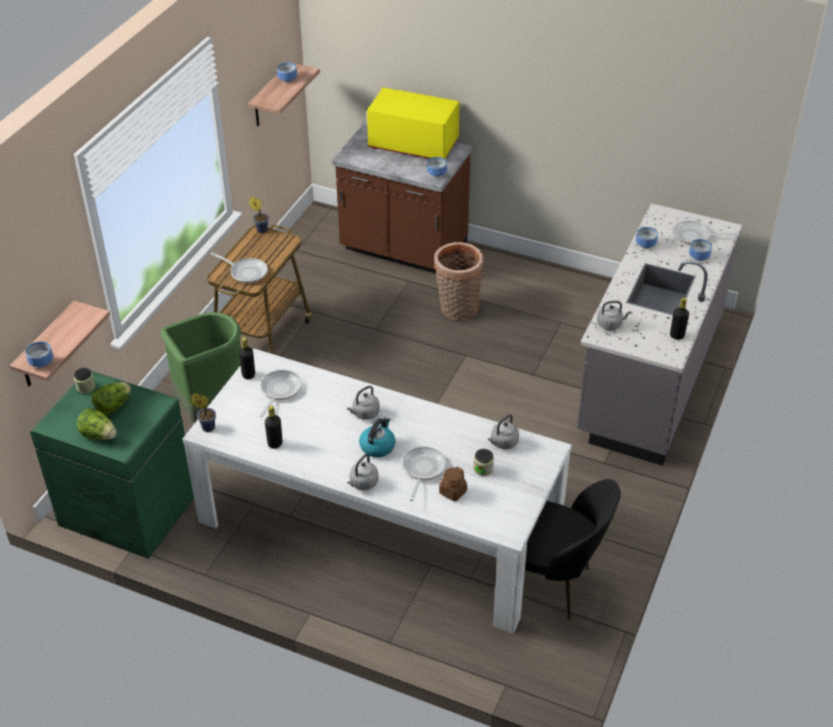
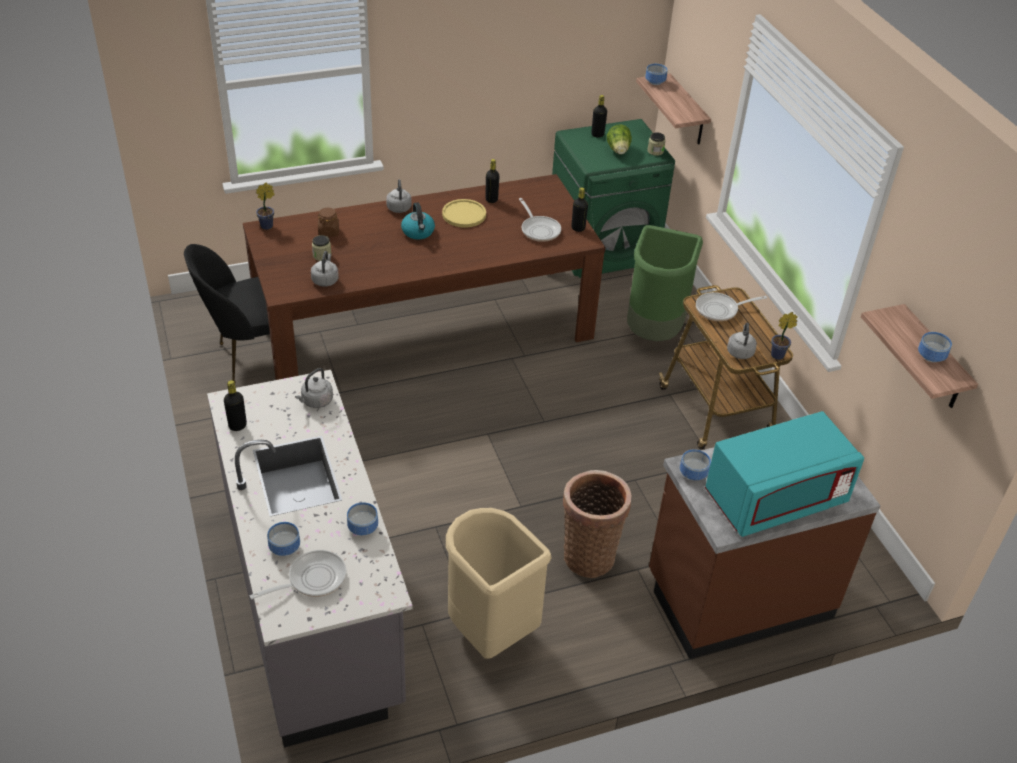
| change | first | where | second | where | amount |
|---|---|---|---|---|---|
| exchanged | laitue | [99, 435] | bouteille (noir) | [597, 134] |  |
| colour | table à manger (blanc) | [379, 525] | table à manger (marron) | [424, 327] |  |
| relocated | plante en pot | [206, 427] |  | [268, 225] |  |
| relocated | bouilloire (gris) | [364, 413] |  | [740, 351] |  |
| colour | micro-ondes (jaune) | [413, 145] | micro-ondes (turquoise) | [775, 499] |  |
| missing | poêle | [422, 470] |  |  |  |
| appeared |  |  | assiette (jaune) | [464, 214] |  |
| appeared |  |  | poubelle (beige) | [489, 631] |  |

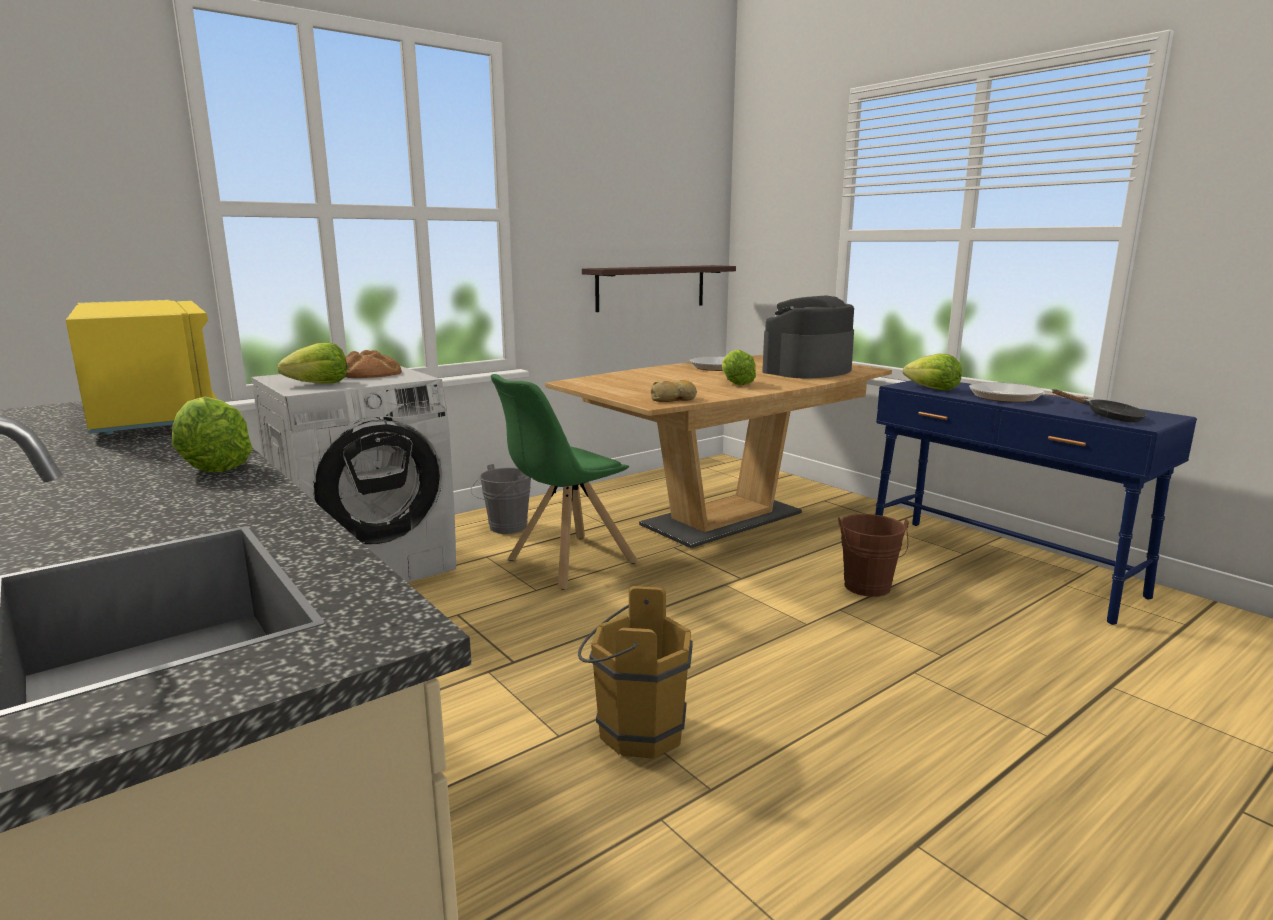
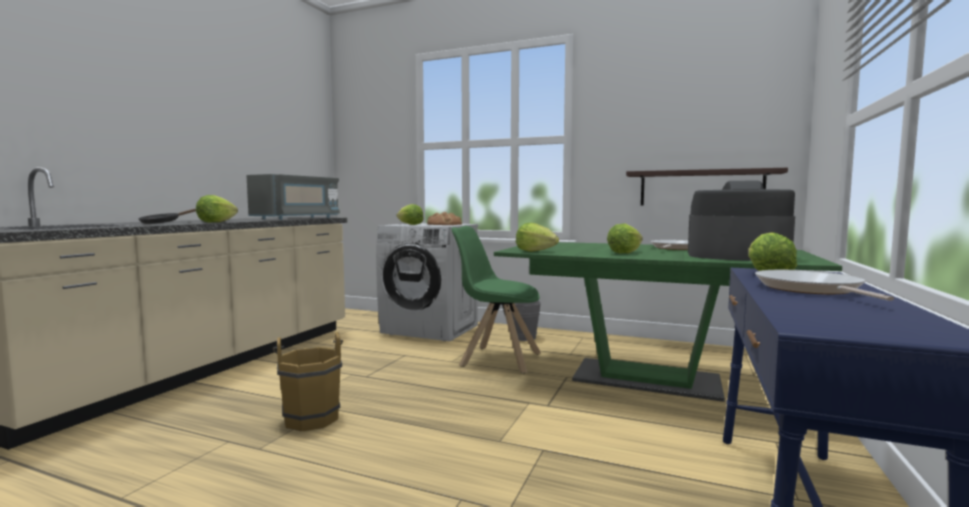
| change | first | where | second | where | amount |
|---|---|---|---|---|---|
| colour | micro-ondes (jaune) | [153, 414] | micro-ondes (gris) | [298, 218] |  |
| colour | table à manger (marron) | [722, 519] | table à manger (vert) | [646, 379] |  |
| exchanged | pain | [674, 399] | laitue | [535, 251] |  |
| missing | seau (marron) | [868, 589] |  |  |  |
| relocated | poêle (noir) | [1108, 417] |  | [163, 223] |  |

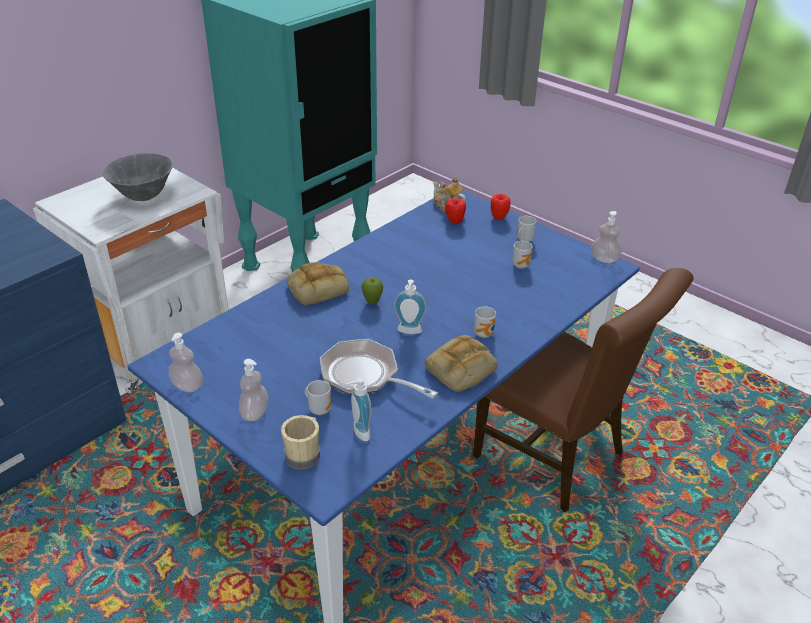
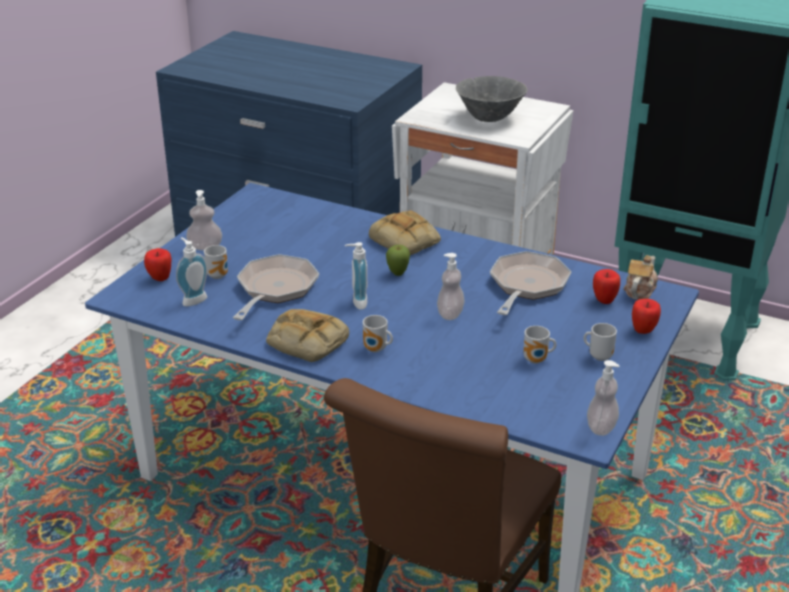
| change | first | where | second | where | amount |
|---|---|---|---|---|---|
| relocated | distributeur de savon | [187, 386] |  | [450, 314] |  |
| exchanged | mug (beige) | [304, 453] | pomme | [160, 279] |  |
| appeared |  |  | poêle | [527, 286] |  |

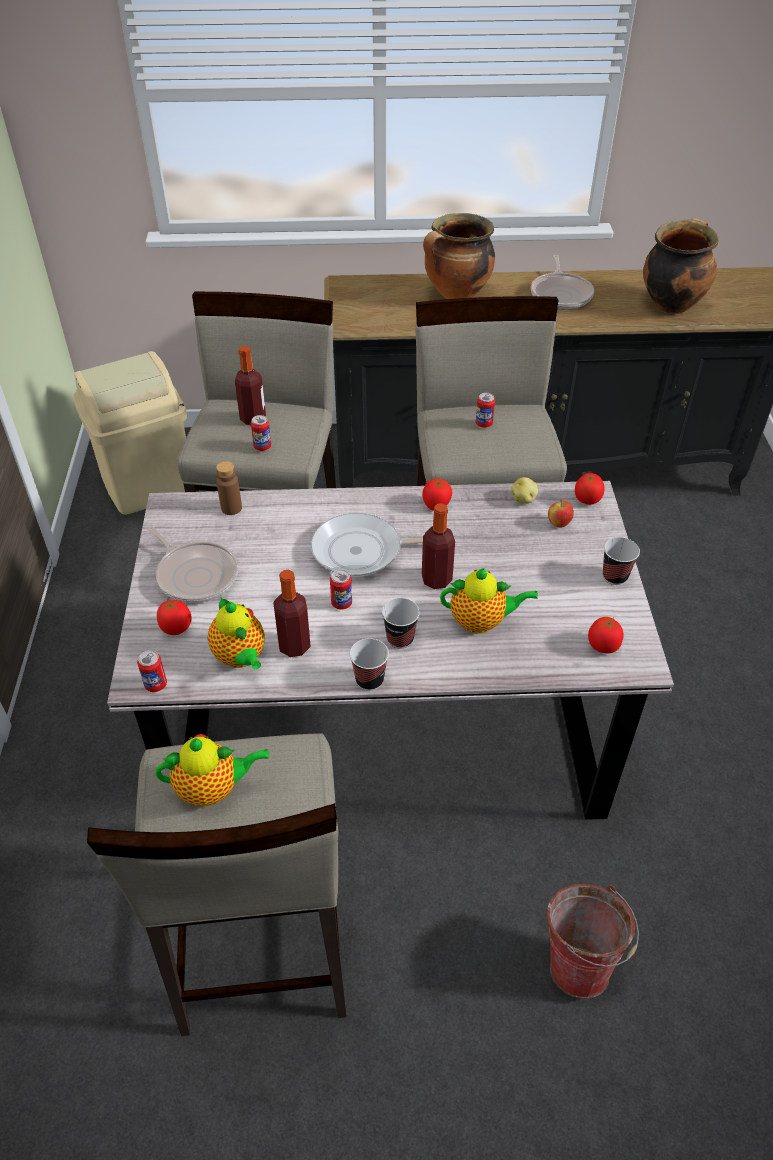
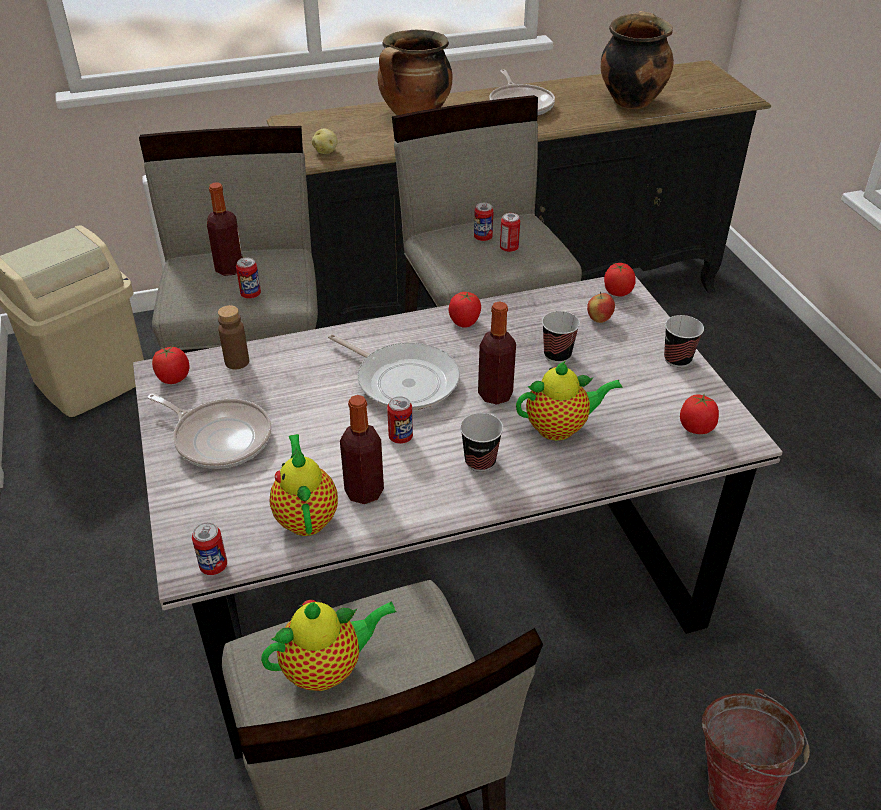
| change | first | where | second | where | amount |
|---|---|---|---|---|---|
| relocated | tomate | [176, 628] |  | [174, 378] |  |
| spun | théière | [240, 658] |  | [306, 516] | 150 degrees counterclockwise |
| spun | poêle | [362, 551] |  | [403, 380] | 120 degrees counterclockwise |
| relocated | tasse | [369, 680] |  | [557, 355] |  |
| relocated | pomme de terre | [523, 499] |  | [326, 151] |  |
| appeared |  |  | boîte métallique | [509, 248] |  |

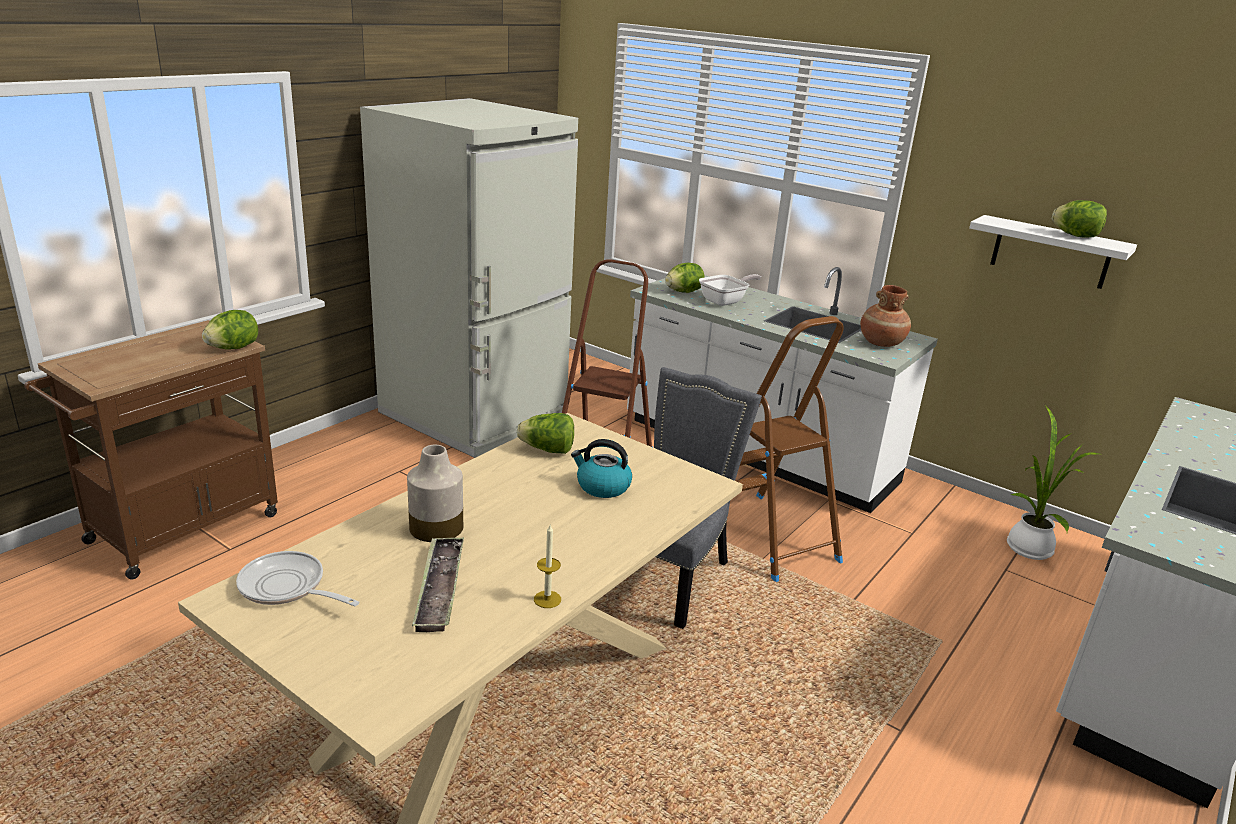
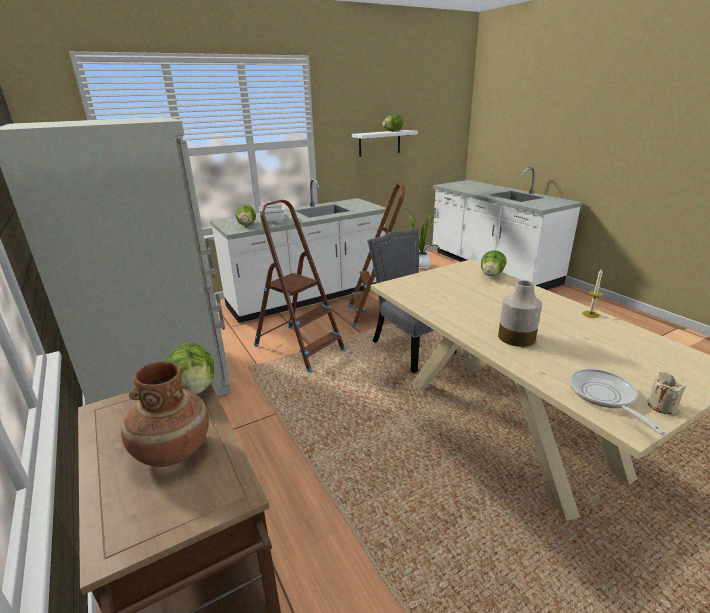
| change | first | where | second | where | amount |
|---|---|---|---|---|---|
| spun | poêle | [287, 587] |  | [604, 397] | 120 degrees clockwise |
| missing | plateau | [439, 588] |  |  |  |
| relocated | laitue | [547, 450] |  | [491, 275] |  |
| missing | bouilloire | [602, 486] |  |  |  |
| relocated | vase (marron) | [881, 342] |  | [172, 450] |  |
| appeared |  |  | bougie (beige) | [661, 406] |  |

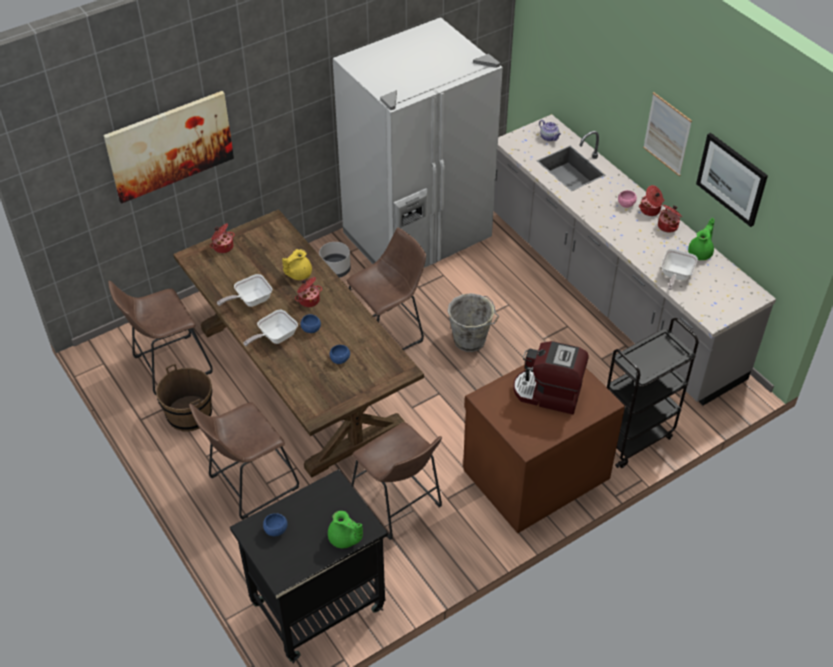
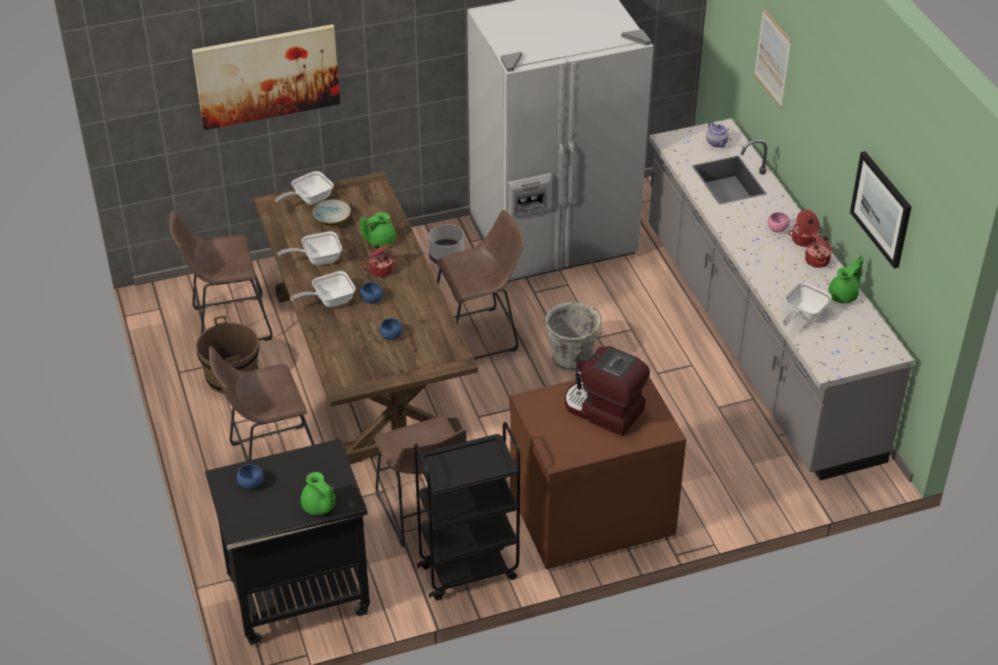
| change | first | where | second | where | amount |
|---|---|---|---|---|---|
| exchanged | marmite | [223, 246] | poêle | [309, 199] |  |
| colour | théière (jaune) | [298, 274] | théière (vert) | [379, 241] |  |
| relocated | chariot (noir) | [634, 442] |  | [468, 574] |  |
| relocated | tableau | [667, 134] |  | [773, 58] |  |
| appeared |  |  | bol | [332, 220] |  |

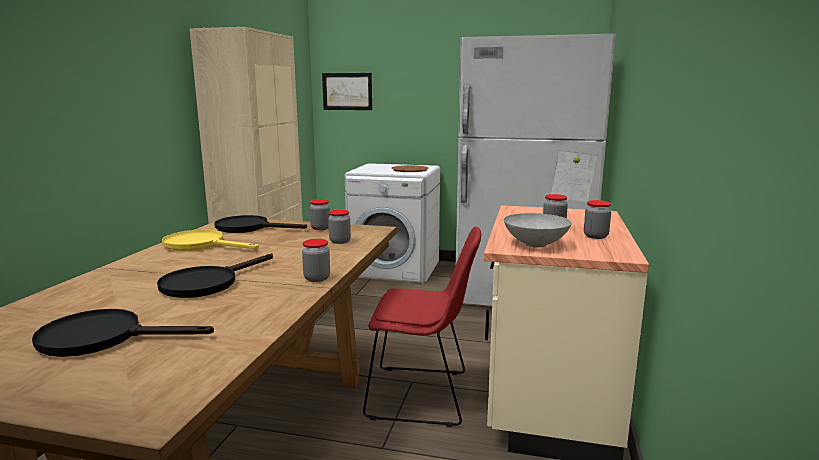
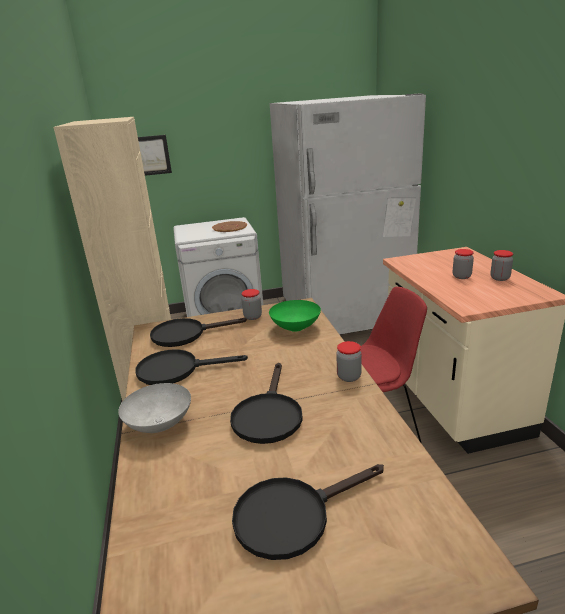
| change | first | where | second | where | amount |
|---|---|---|---|---|---|
| colour | poêle (jaune) | [201, 245] | poêle (noir) | [177, 370] |  |
| exchanged | bocal | [340, 241] | bol (vert) | [296, 328] |  |
| relocated | bol (gris) | [536, 245] |  | [160, 425] |  |

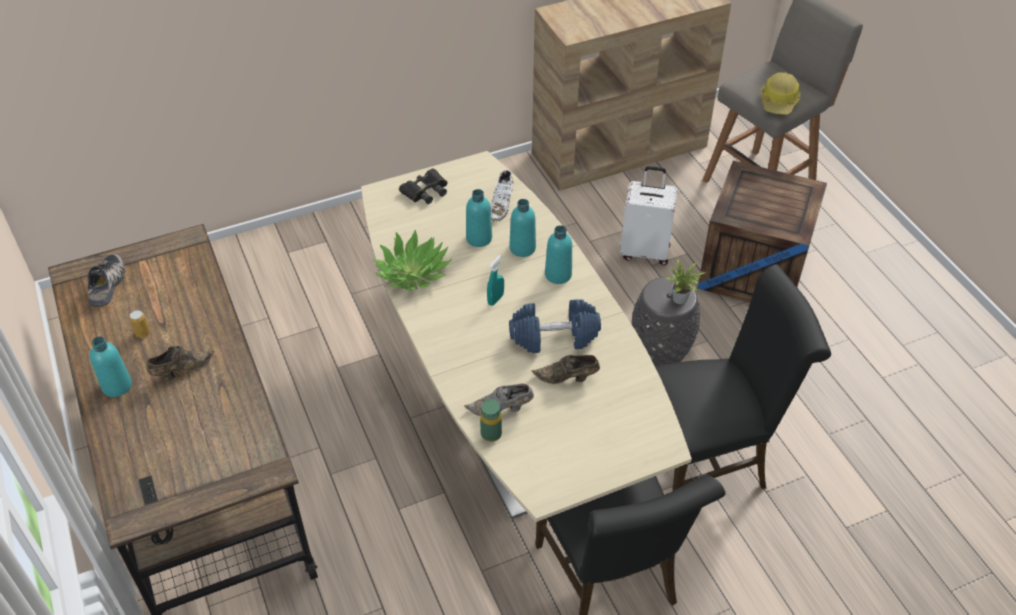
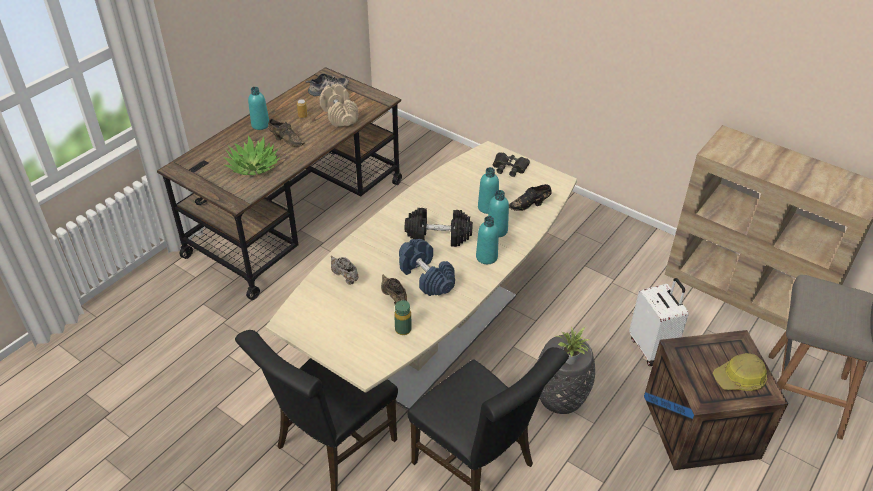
| change | first | where | second | where | amount |
|---|---|---|---|---|---|
| relocated | plante en pot | [413, 272] |  | [253, 166] |  |
| relocated | bouteille (vert) | [491, 434] |  | [403, 329] |  |
| exchanged | vaporisateur (turquoise) | [495, 299] | haltère (noir) | [438, 236] |  |
| colour | chaussure (blanc) | [502, 205] | chaussure (noir) | [530, 205] |  |
| relocated | casque de chantier | [779, 102] |  | [739, 379] |  |
| appeared |  |  | haltère (beige) | [339, 115] |  |

